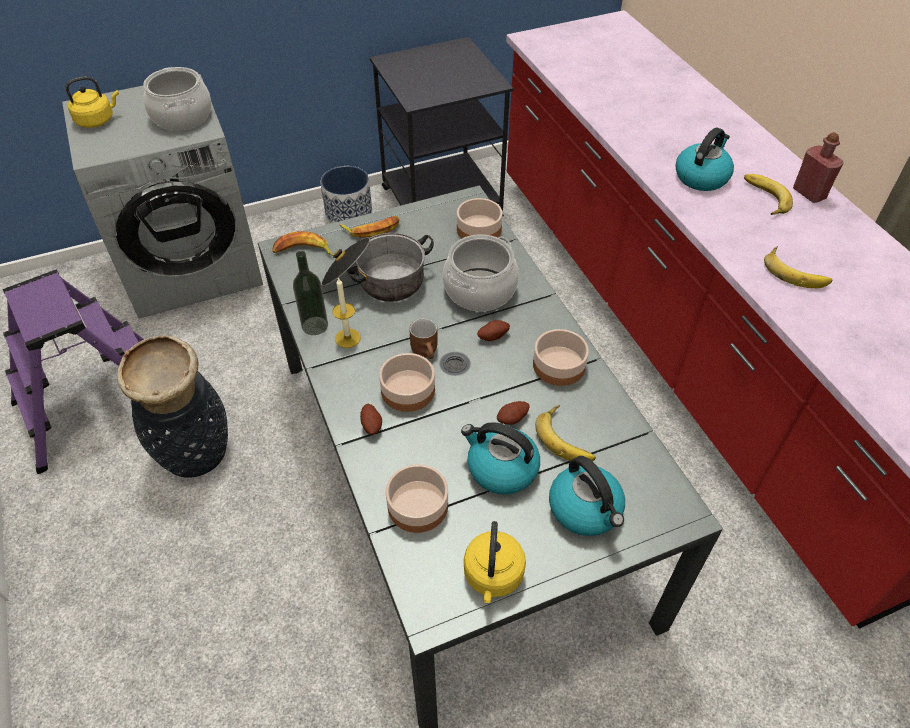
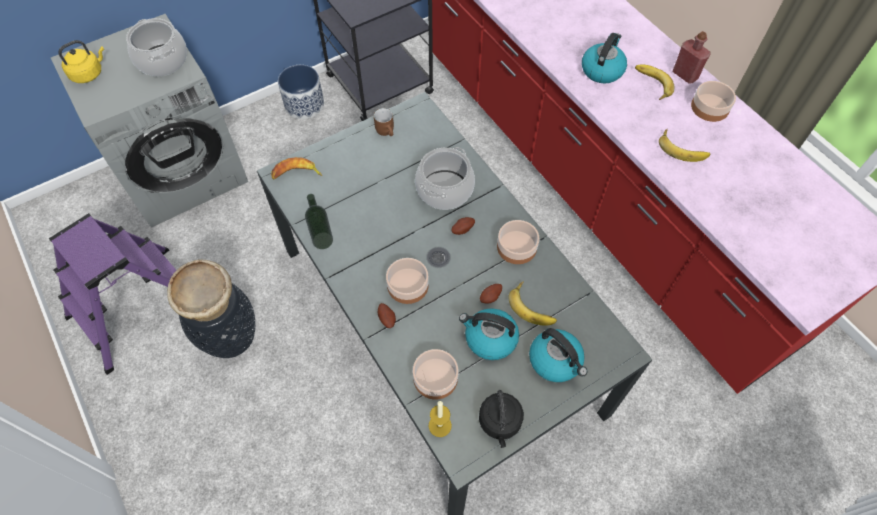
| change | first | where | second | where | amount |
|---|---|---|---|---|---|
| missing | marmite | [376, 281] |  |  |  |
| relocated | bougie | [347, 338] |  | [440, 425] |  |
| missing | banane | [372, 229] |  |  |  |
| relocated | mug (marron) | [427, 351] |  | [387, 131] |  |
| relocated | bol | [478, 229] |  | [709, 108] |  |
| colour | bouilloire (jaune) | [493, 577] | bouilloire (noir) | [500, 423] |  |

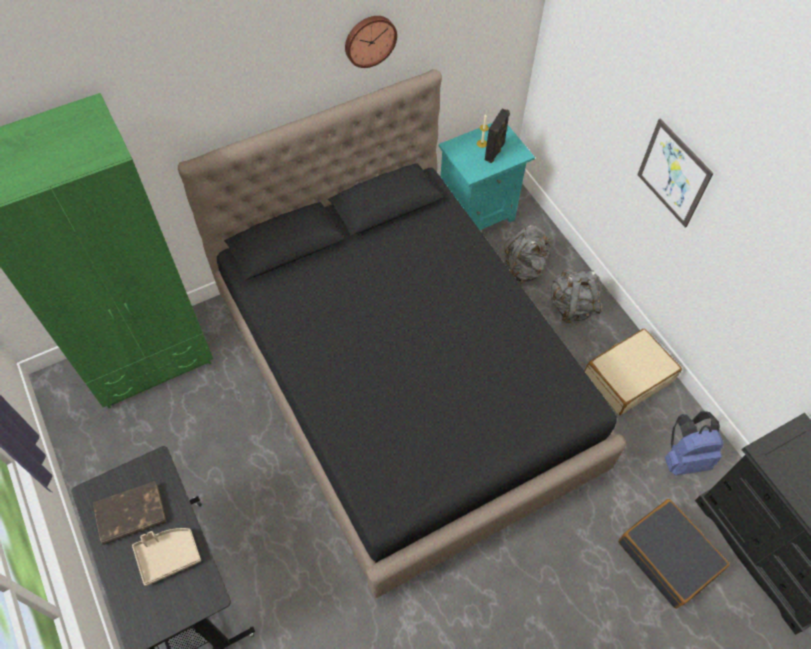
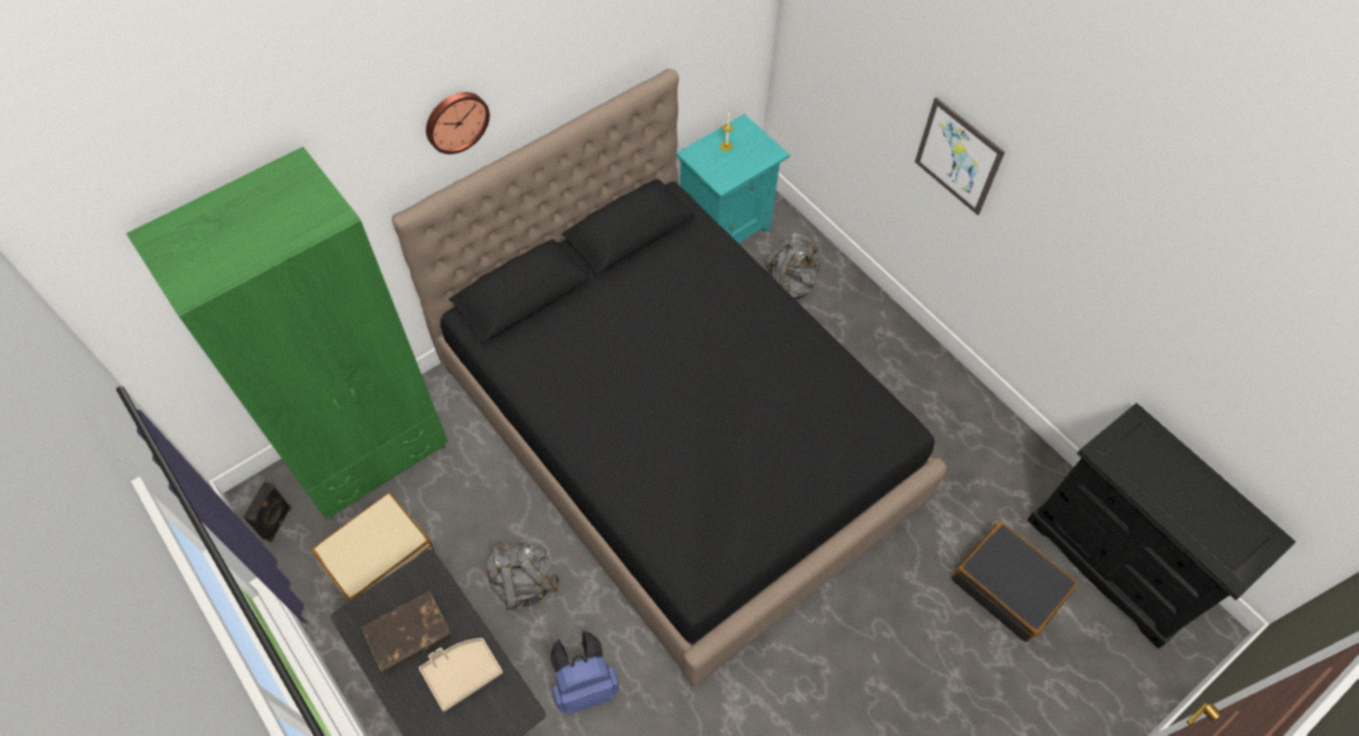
| change | first | where | second | where | amount |
|---|---|---|---|---|---|
| relocated | horloge murale | [369, 40] |  | [455, 121] |  |
| relocated | enceinte (noir) | [495, 152] |  | [278, 523] |  |
| relocated | sac à dos (gris) | [571, 307] |  | [523, 583] |  |
| relocated | valise (beige) | [628, 377] |  | [377, 556] |  |
| relocated | sac à dos (bleu) | [684, 458] |  | [585, 685] |  |

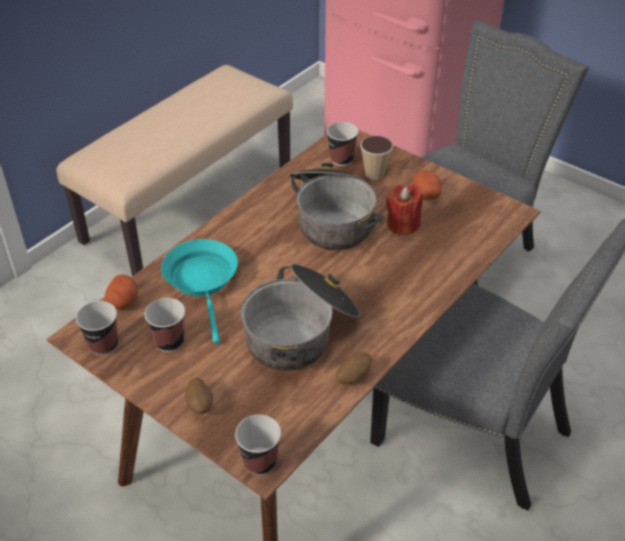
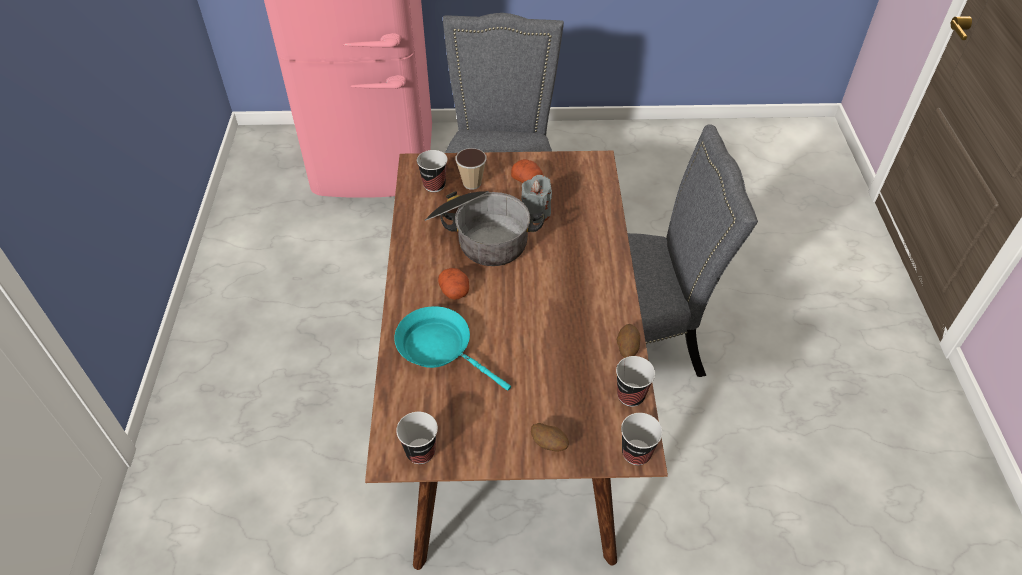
| change | first | where | second | where | amount |
|---|---|---|---|---|---|
| missing | banc (beige) | [189, 202] |  |  |  |
| relocated | pomme de terre | [123, 302] |  | [455, 291] |  |
| relocated | tasse | [169, 342] |  | [630, 395] |  |
| missing | marmite | [301, 332] |  |  |  |
| colour | bougie (rouge) | [403, 225] | bougie (gris) | [536, 213] |  |

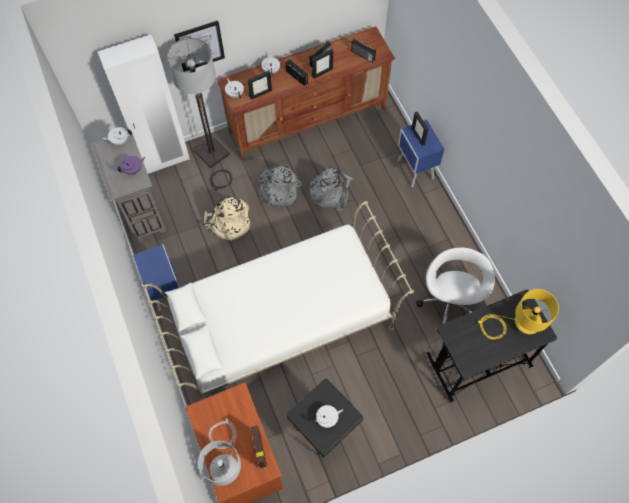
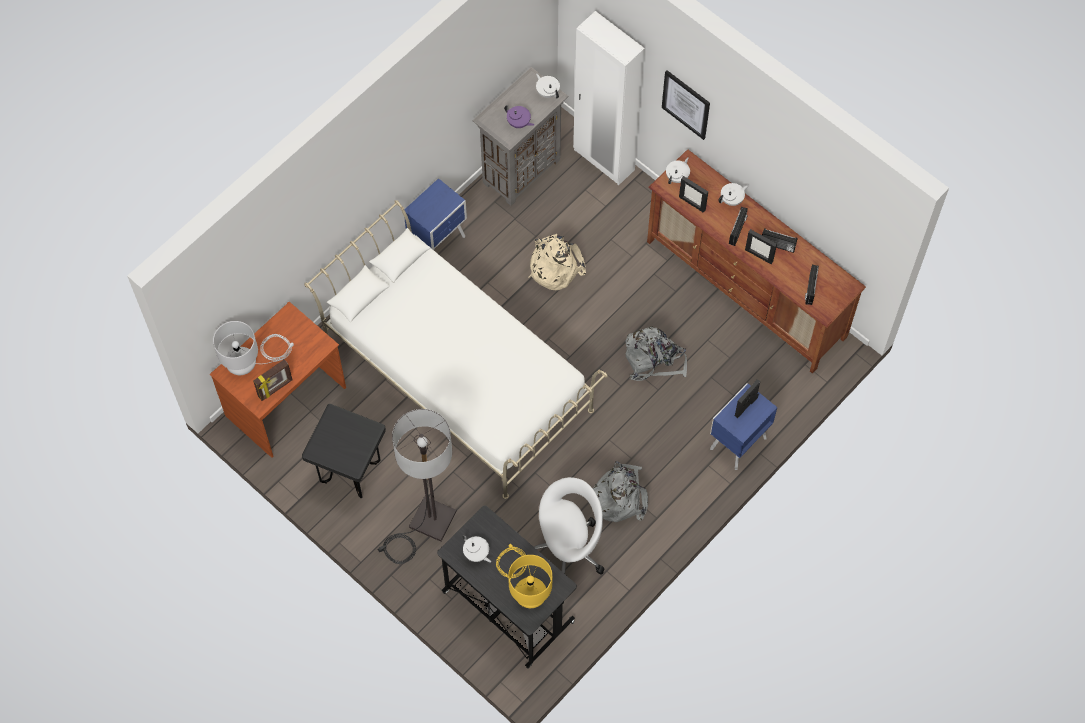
| change | first | where | second | where | amount |
|---|---|---|---|---|---|
| relocated | lampadaire | [214, 161] |  | [422, 528] |  |
| relocated | sac à dos (gris) | [278, 190] |  | [619, 496] |  |
| relocated | théière (blanc) | [327, 418] |  | [476, 554] |  |

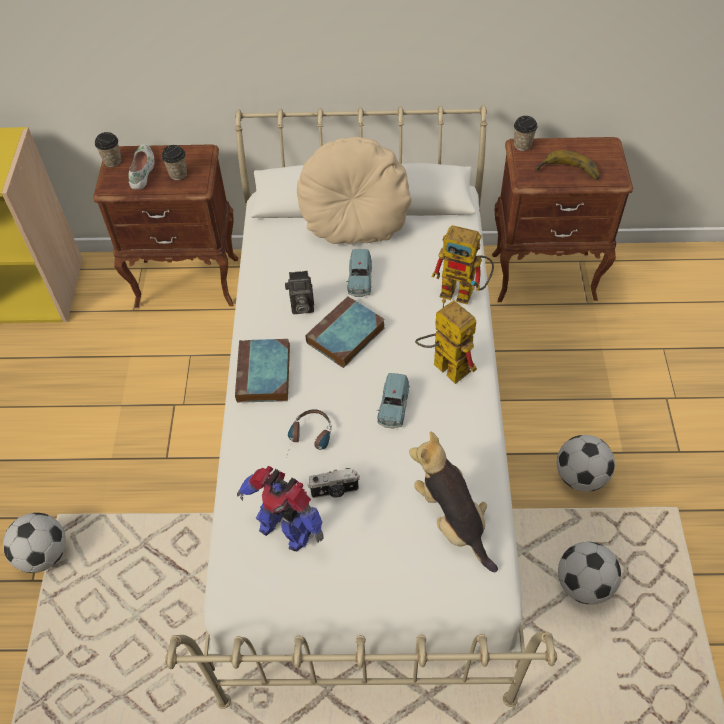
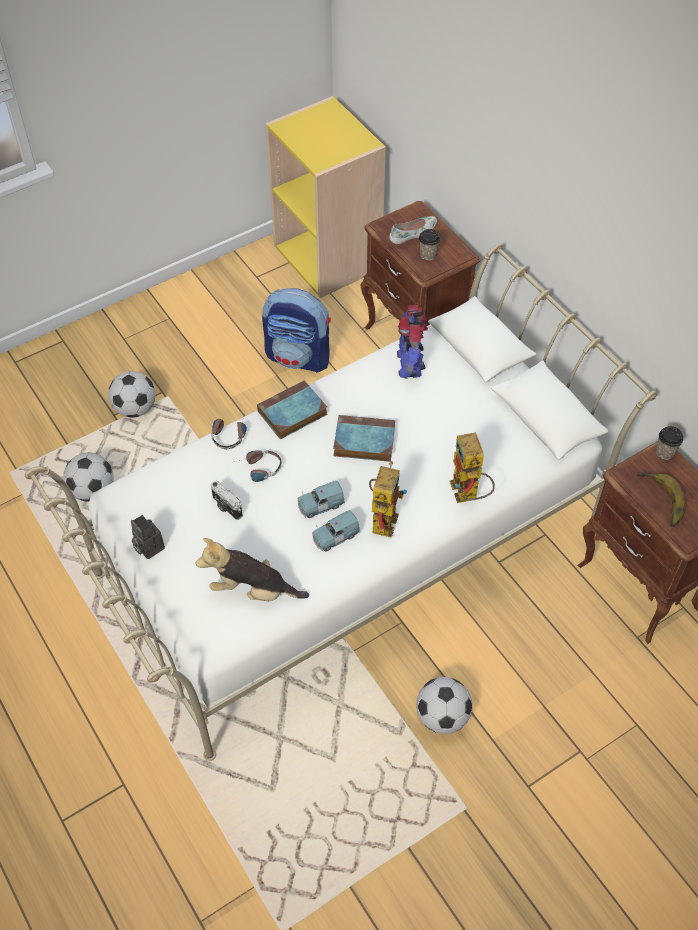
| change | first | where | second | where | amount |
|---|---|---|---|---|---|
| missing | tasse | [112, 161] |  |  |  |
| relocated | robot jouet | [286, 528] |  | [410, 364] |  |
| relocated | appareil photo | [301, 307] |  | [148, 547] |  |
| missing | coussin (beige) | [355, 229] |  |  |  |
| relocated | petite voiture (bleu) | [359, 281] |  | [335, 536] |  |
| spun | peluche | [452, 519] |  | [252, 590] | 105 degrees counterclockwise |
| relocated | ballon de foot | [583, 584] |  | [93, 490] |  |
| appeared |  |  | casque audio | [229, 433] |  |
| appeared |  |  | sac à dos | [299, 357] |  |

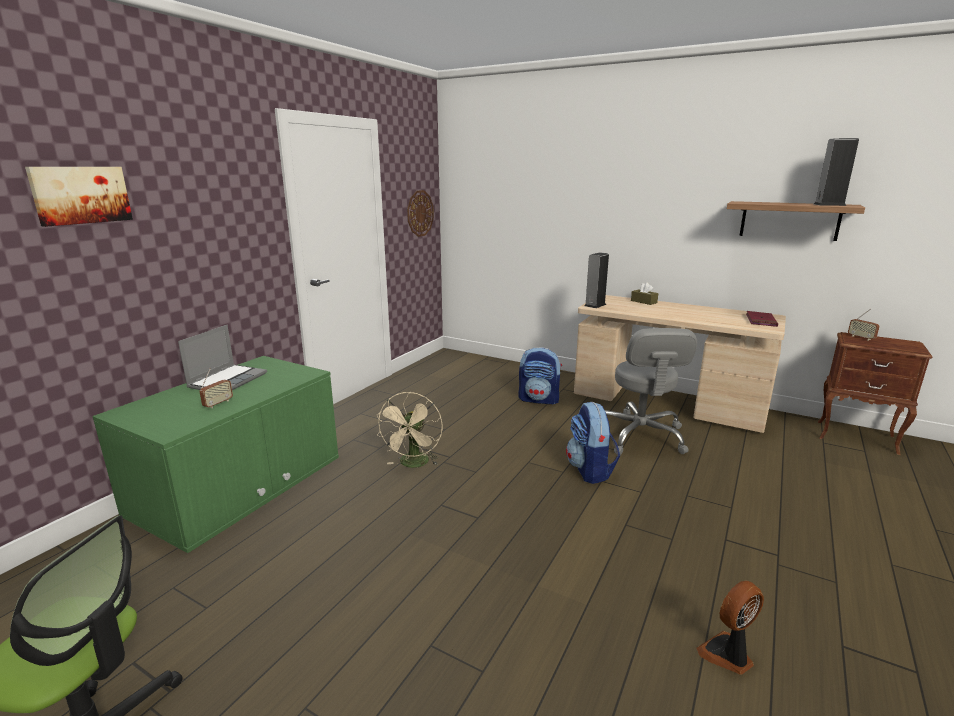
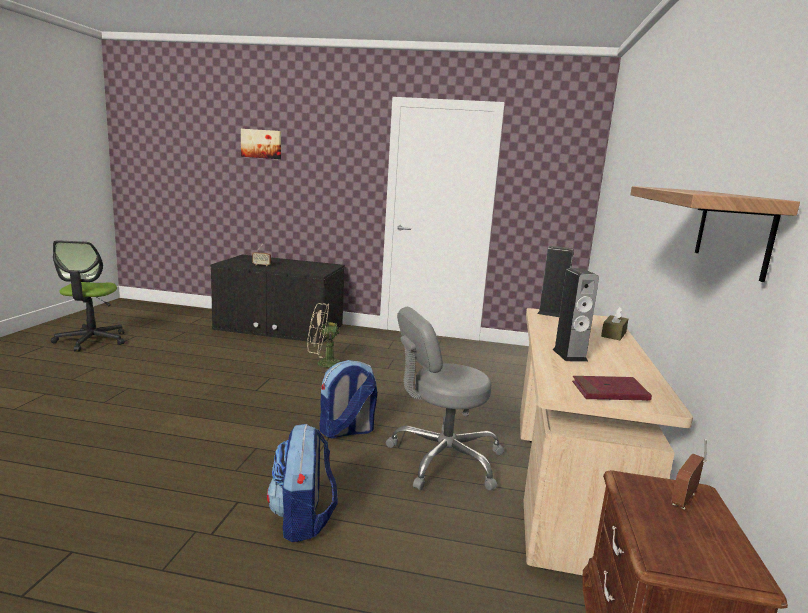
| change | first | where | second | where | amount |
|---|---|---|---|---|---|
| colour | meuble de rangement (vert) | [240, 483] | meuble de rangement (noir) | [280, 327] |  |
| missing | ordinateur portable | [228, 380] |  |  |  |
| missing | horloge murale | [420, 213] |  |  |  |
| relocated | sac à dos | [539, 399] |  | [303, 520] |  |
| missing | ventilateur | [728, 655] |  |  |  |
| relocated | enceinte | [829, 204] |  | [569, 355] |  |

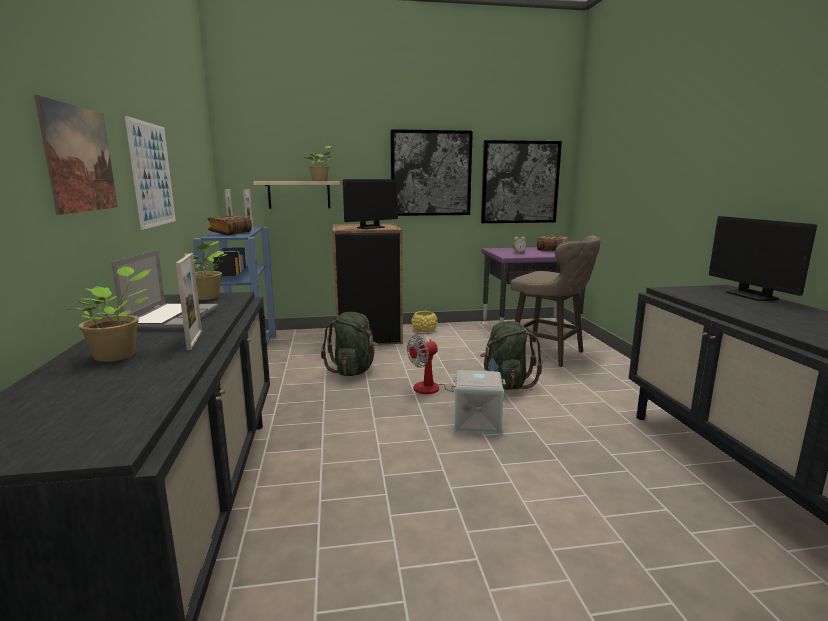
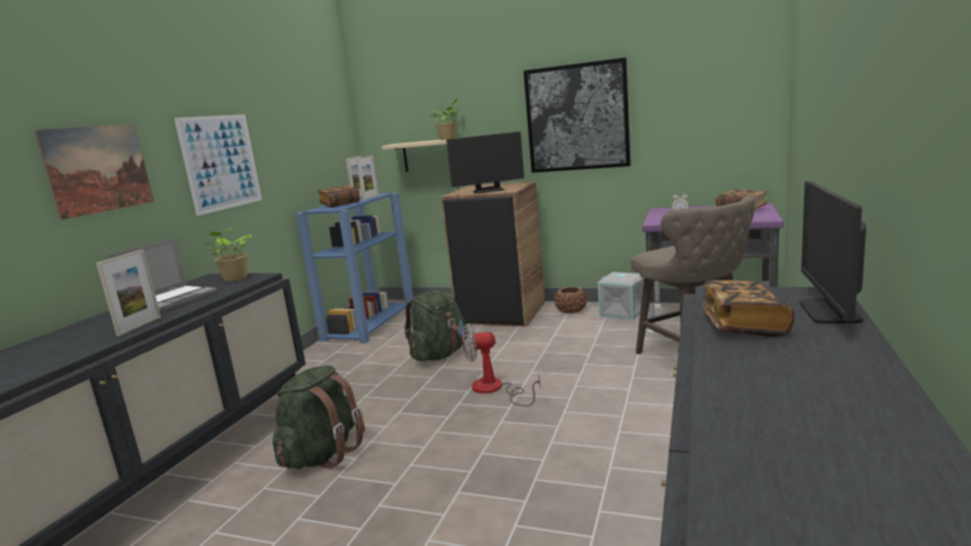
| change | first | where | second | where | amount |
|---|---|---|---|---|---|
| missing | plante en pot | [118, 355] |  |  |  |
| colour | cache-pot (jaune) | [424, 330] | cache-pot (marron) | [571, 310] |  |
| relocated | boîte de rangement (gris) | [477, 421] |  | [623, 312] |  |
| relocated | sac à dos (vert) | [506, 384] |  | [322, 455] |  |
| missing | tableau | [520, 182] |  |  |  |
| appeared |  |  | livre | [744, 326] |  |

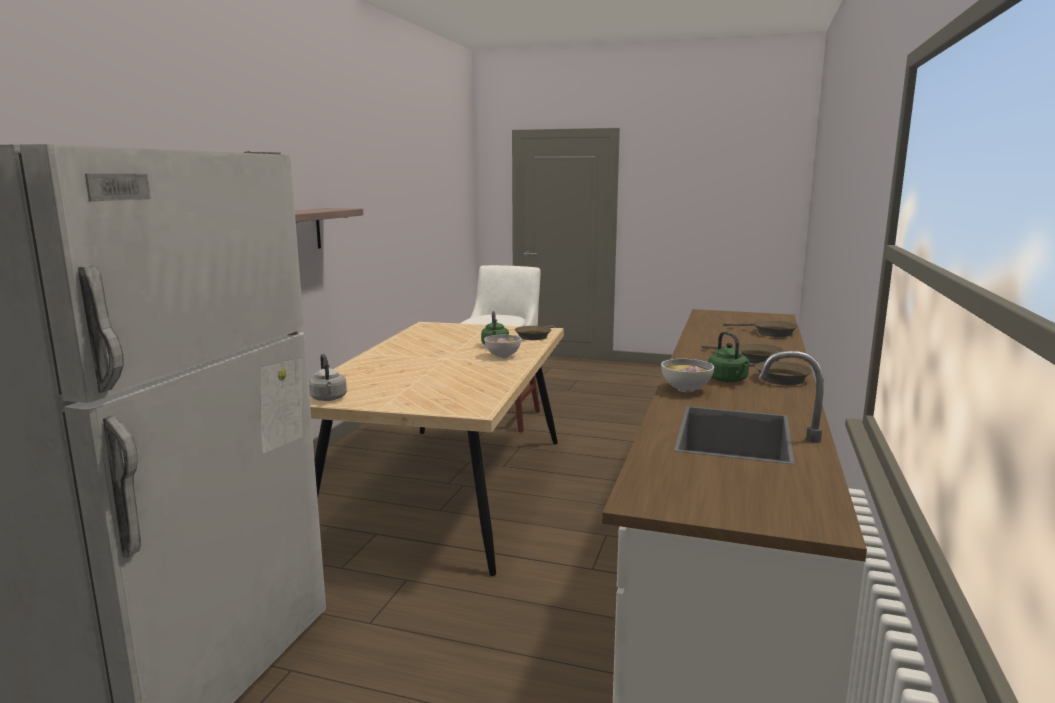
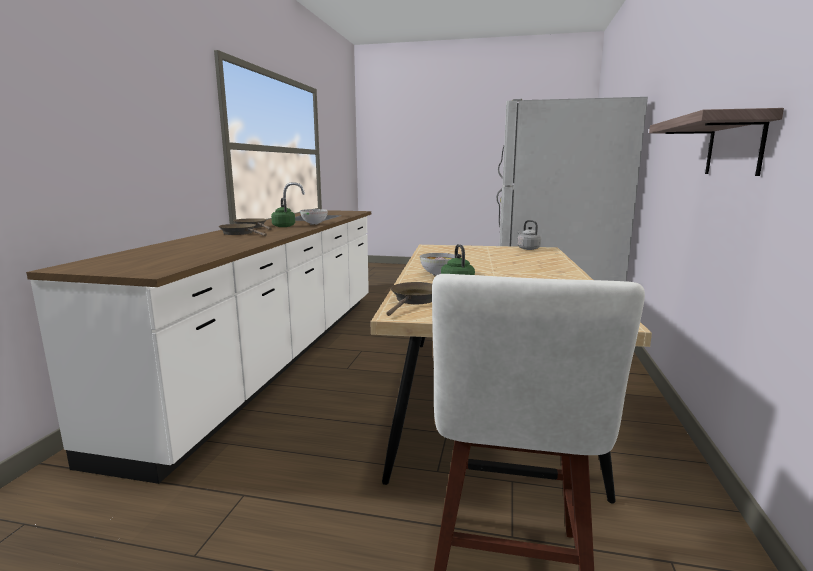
| change | first | where | second | where | amount |
|---|---|---|---|---|---|
| missing | poêle (marron) | [770, 333] |  |  |  |

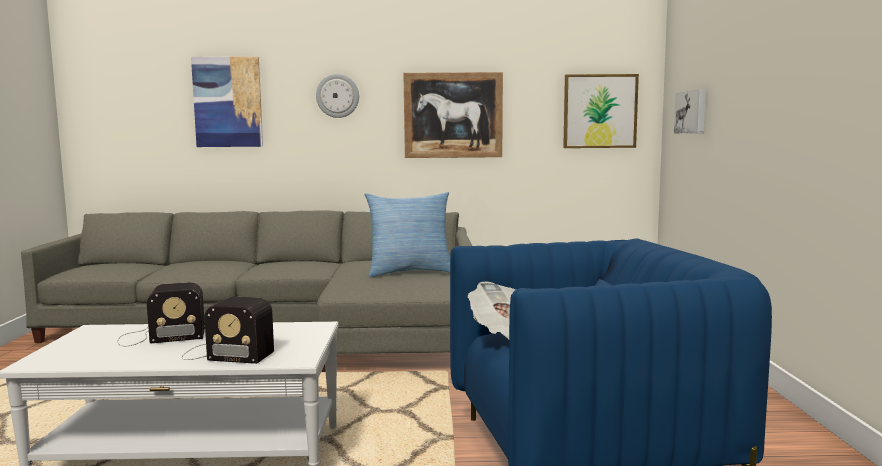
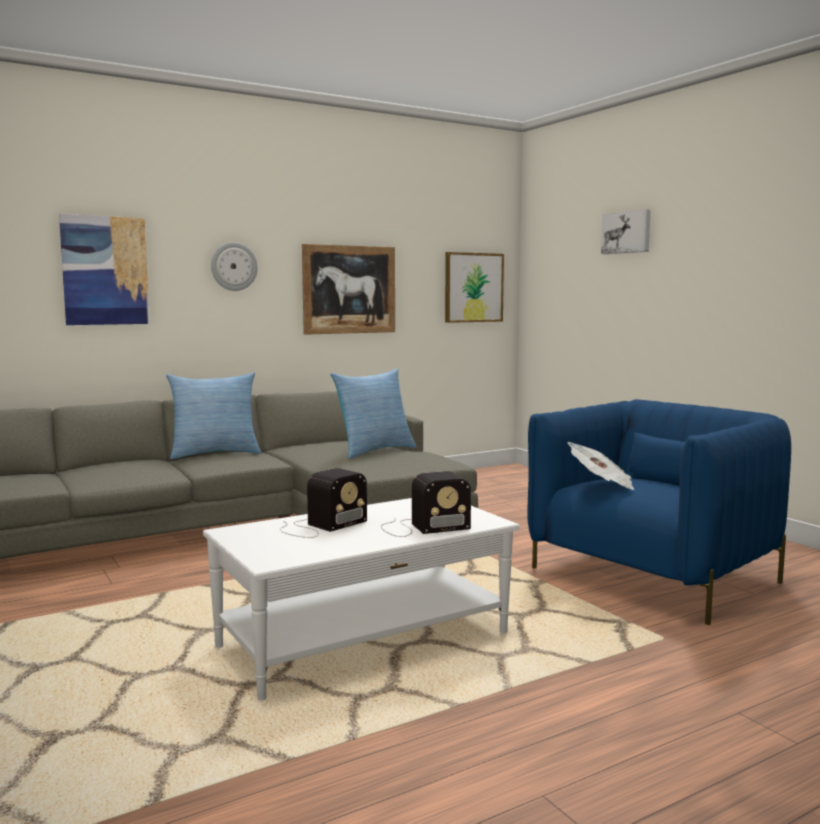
| change | first | where | second | where | amount |
|---|---|---|---|---|---|
| relocated | tableau | [692, 112] |  | [627, 232] |  |
| appeared |  |  | coussin | [215, 453] |  |

